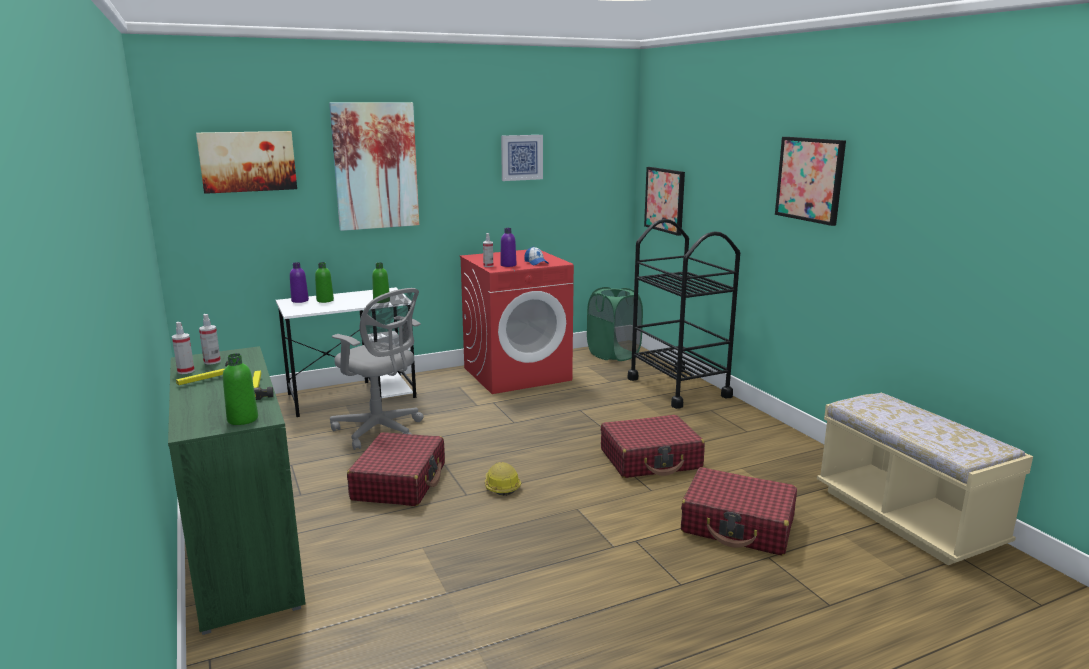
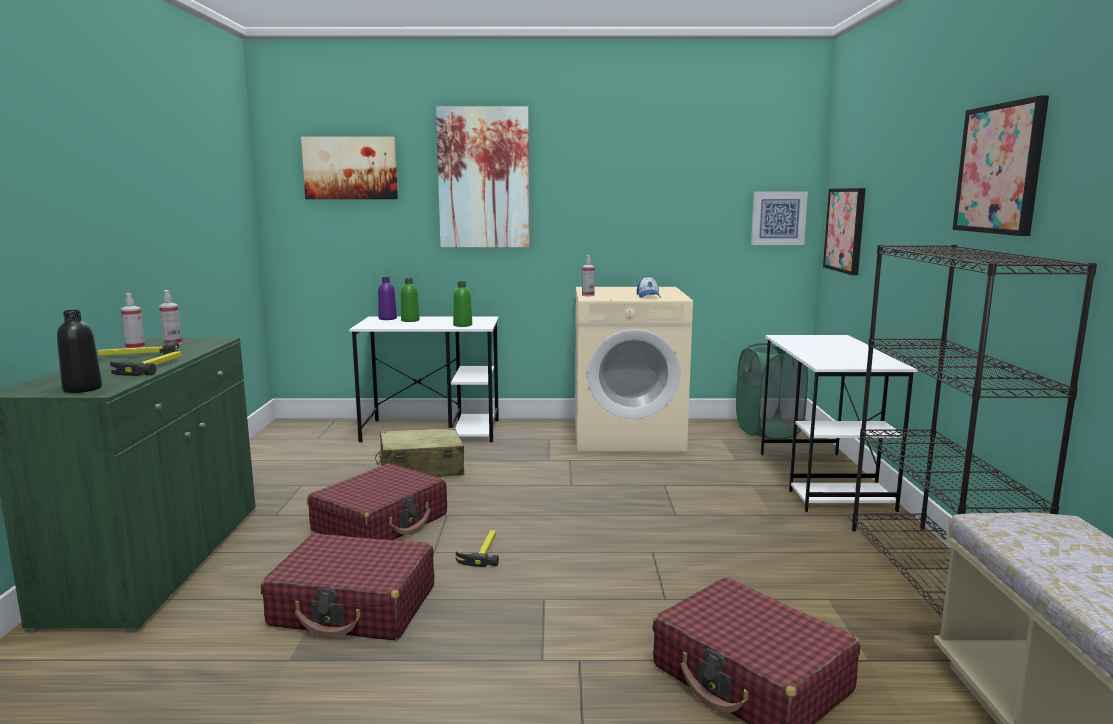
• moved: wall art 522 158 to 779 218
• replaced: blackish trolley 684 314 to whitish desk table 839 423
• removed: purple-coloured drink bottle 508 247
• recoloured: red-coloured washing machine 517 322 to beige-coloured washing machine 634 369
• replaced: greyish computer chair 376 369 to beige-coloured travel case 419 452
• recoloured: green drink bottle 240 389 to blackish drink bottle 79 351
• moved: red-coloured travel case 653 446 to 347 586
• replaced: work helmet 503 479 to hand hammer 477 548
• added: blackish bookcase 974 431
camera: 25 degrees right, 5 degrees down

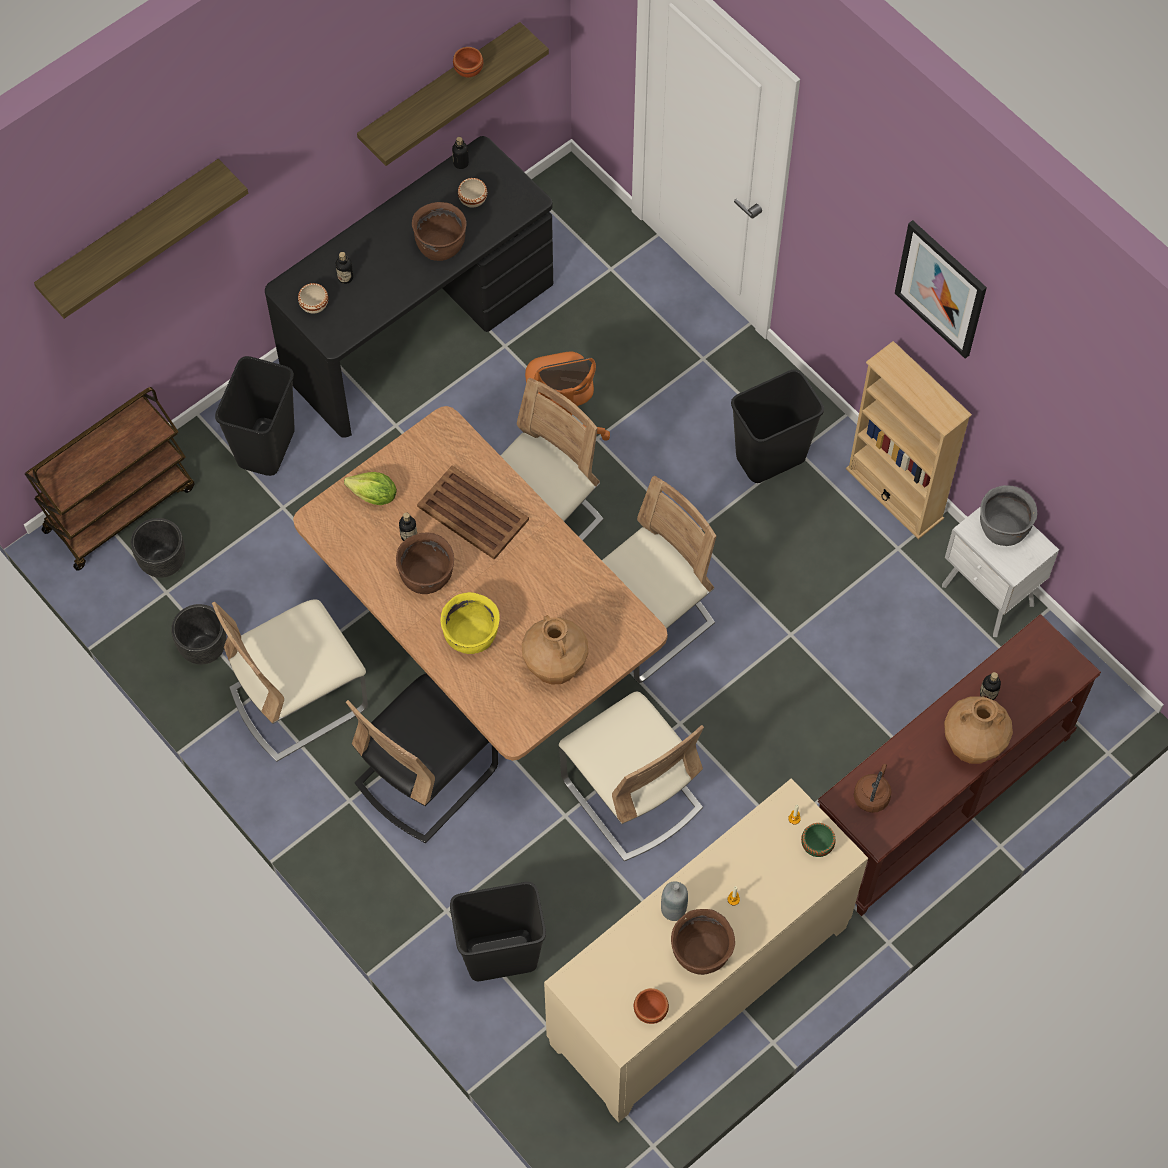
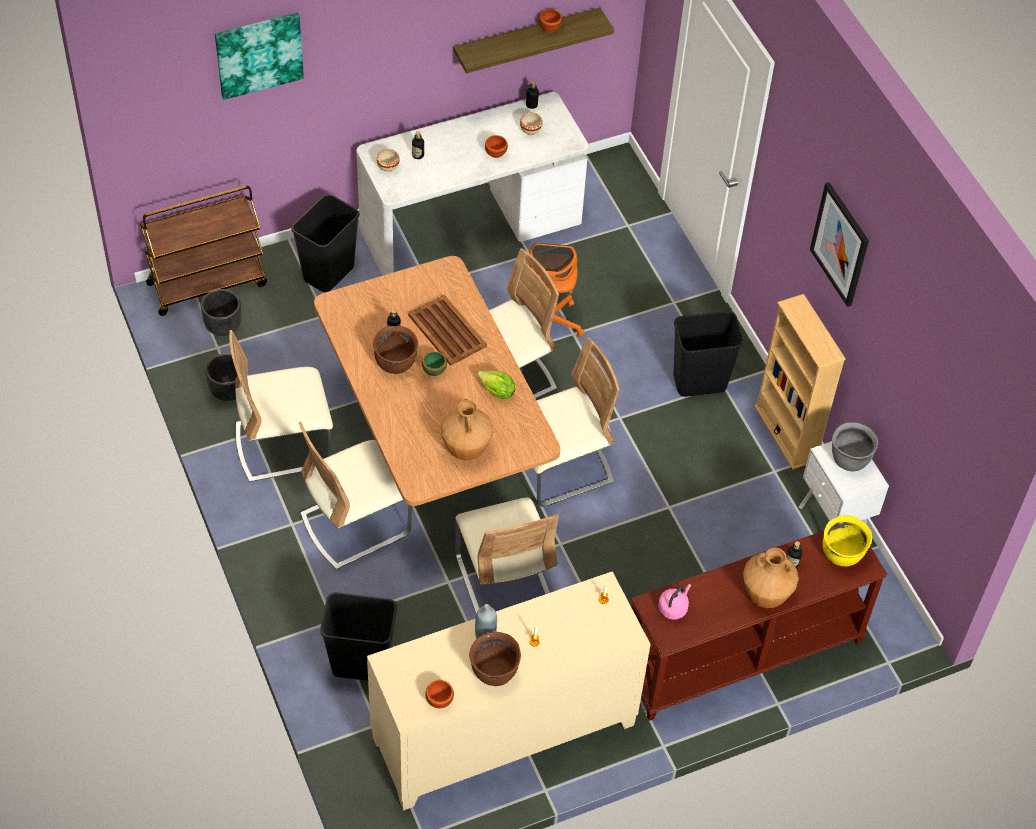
• recoloured: blackish desk table 409 286 to whitish desk table 472 184
• replaced: shelf 141 239 to wall art 259 56
• replaced: brown saucepot 439 231 to brown deep dish 496 146
• moved: lettuce 370 488 to 496 385
• moved: yellow-coloured saucepot 470 623 to 847 541
• recoloured: blackish chair 422 758 to beige-coloured chair 355 495
• recoloured: brown kettle 873 788 to pink kettle 674 602
• moved: green deep dish 818 840 to 434 363
camera: 15 degrees right, 10 degrees down

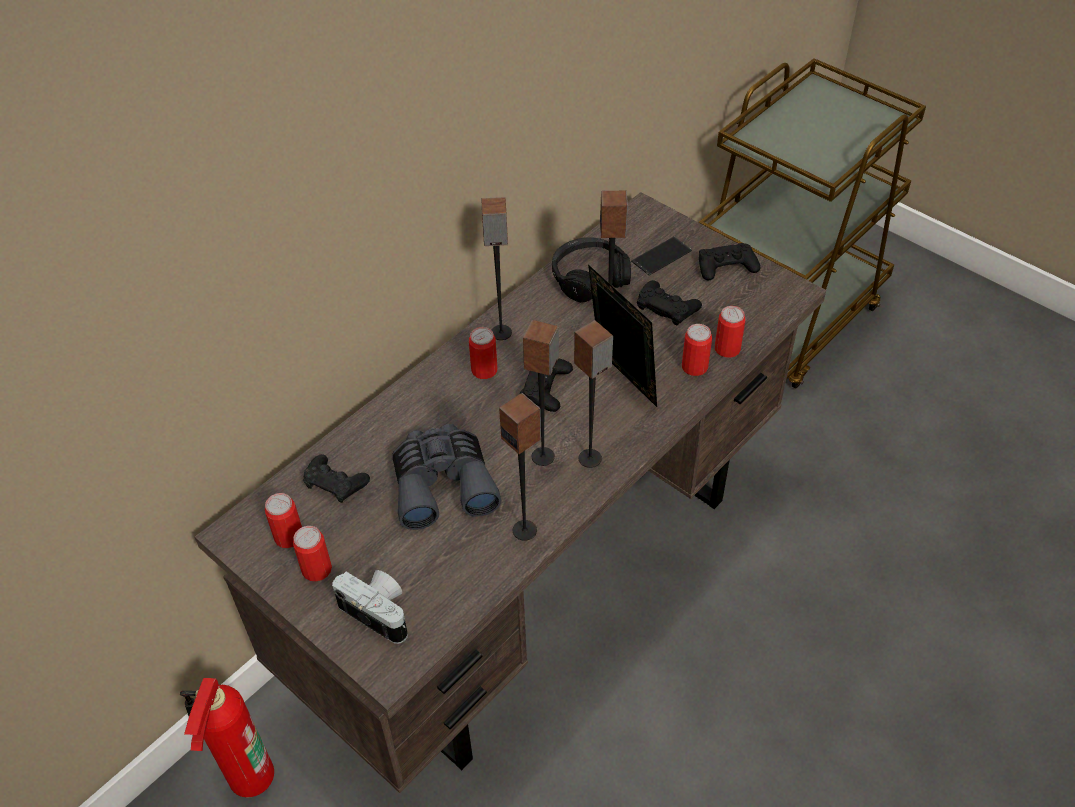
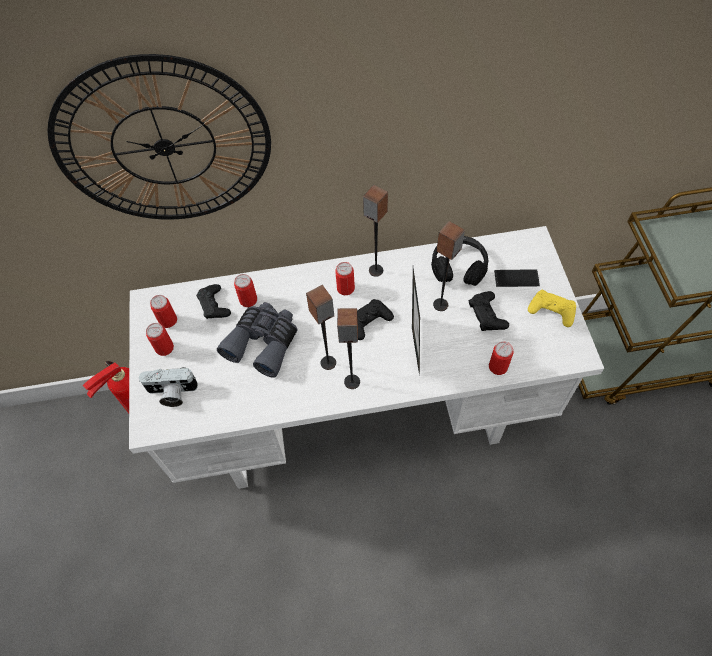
• recoloured: brown desk table 510 492 to whitish desk table 366 357
• recoloured: blackish game controller 729 261 to yellow-coloured game controller 552 308
• moved: can 697 350 to 245 290
• removed: loudspeaker 520 467
• turned: photo camera 370 607 = 168 387 105 degrees clockwise
• added: clock on the wall 159 137
camera: 40 degrees right, 10 degrees up

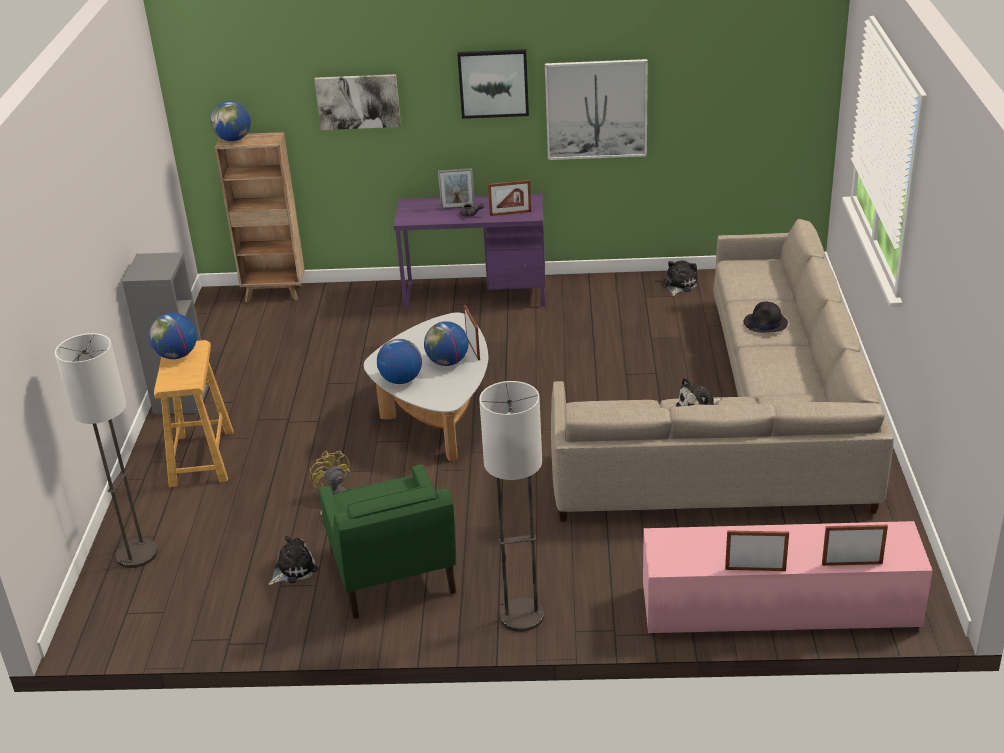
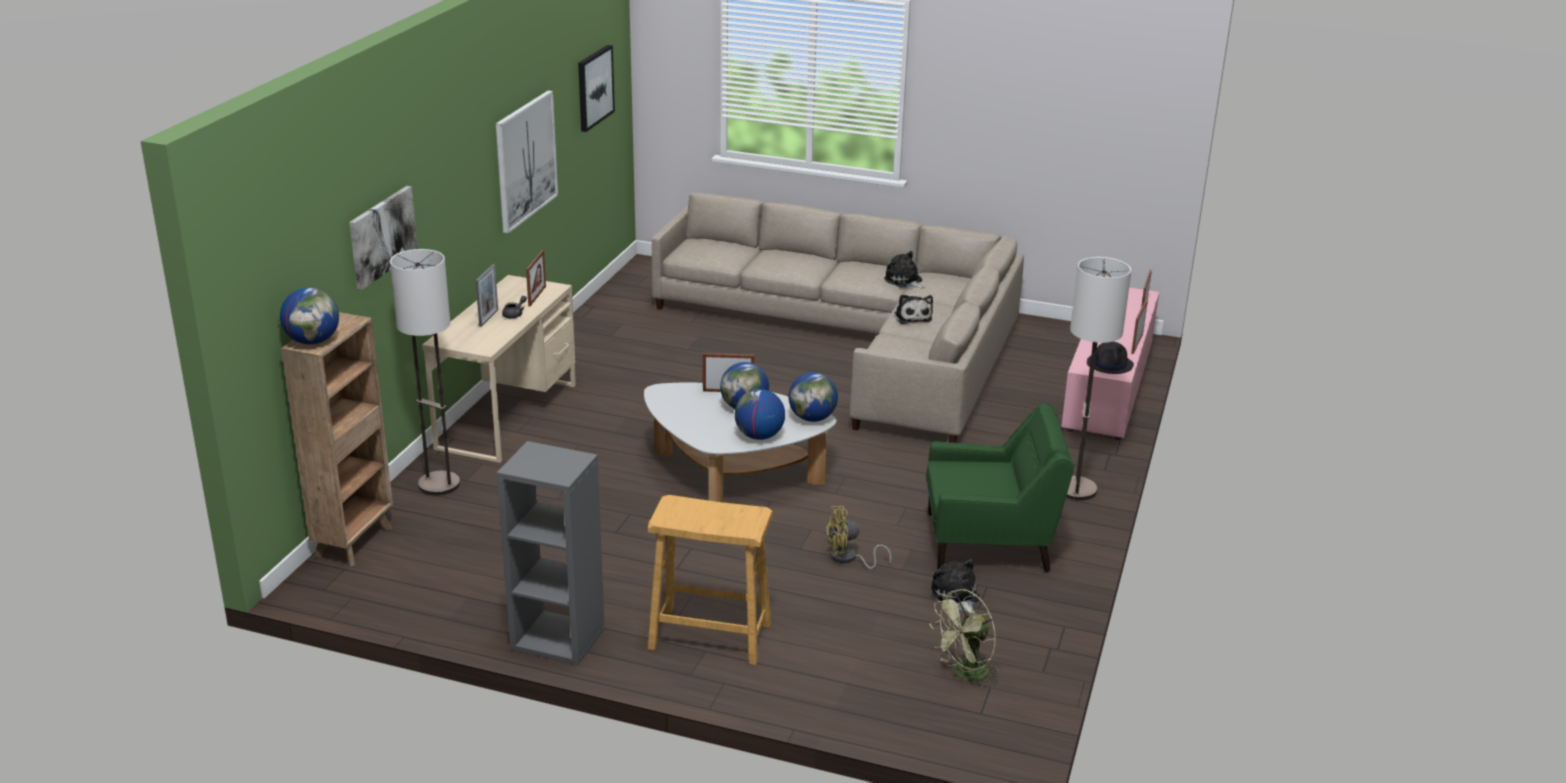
• moved: wall art 493 84 to 596 88
• recoloured: purple-coloured desk table 470 252 to beige-coloured desk table 499 369
• moved: cuddly toy 681 278 to 904 270
• moved: blackish hat 766 317 to 1110 358
• moved: world globe 173 336 to 813 397
• moved: floor lamp 106 450 to 425 372
• added: green electric fan 965 638
camera: 75 degrees left, 5 degrees down

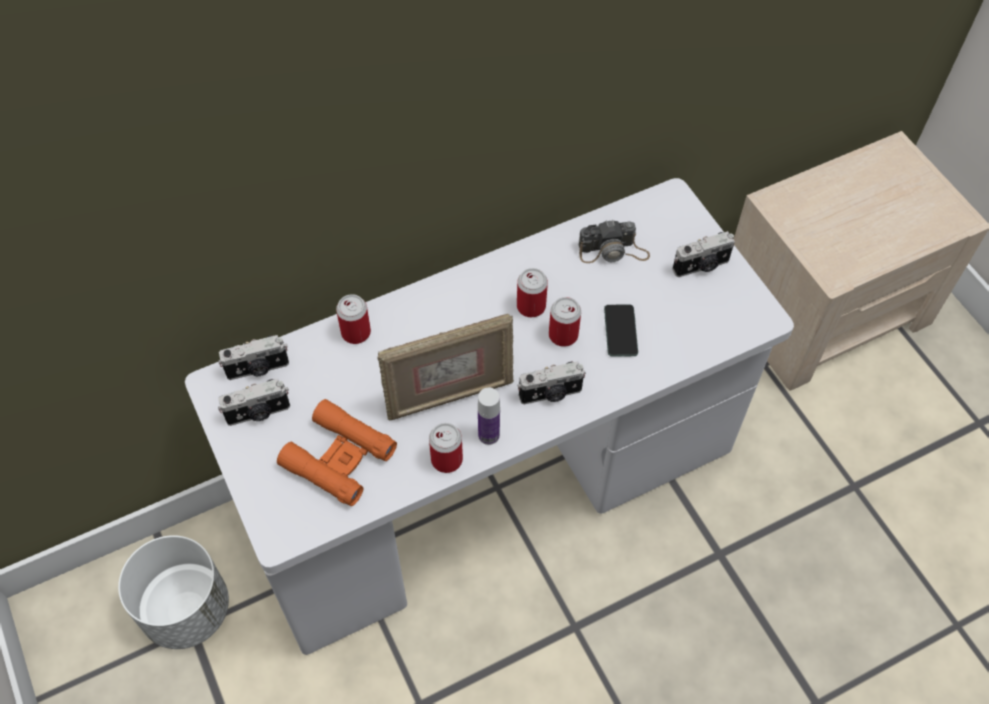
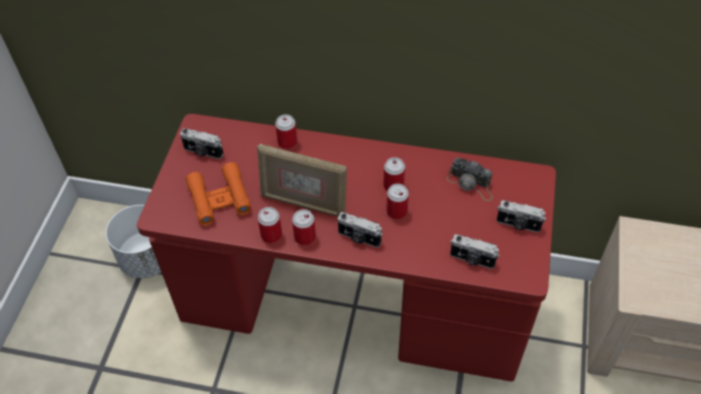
• recoloured: whitish desk table 489 416 to red-coloured desk table 346 247
• removed: phone 621 330
• moved: photo camera 253 357 to 475 251
• replaced: drink bottle 489 416 to can 304 227
camera: 40 degrees right, 5 degrees down

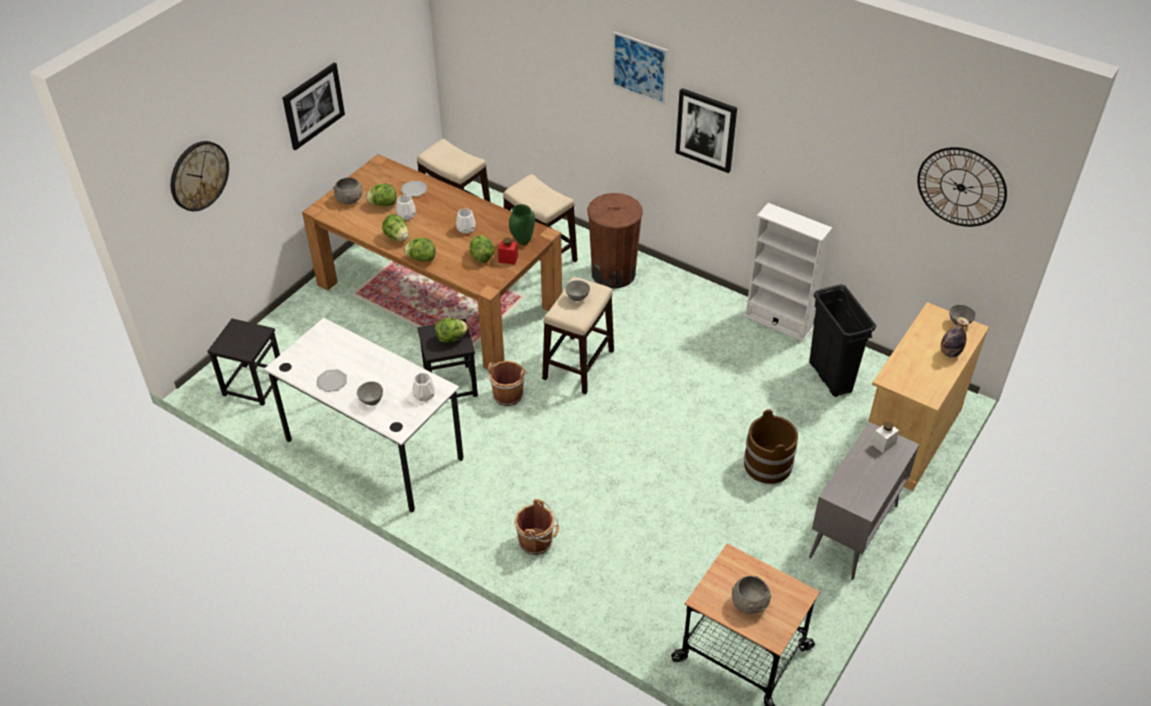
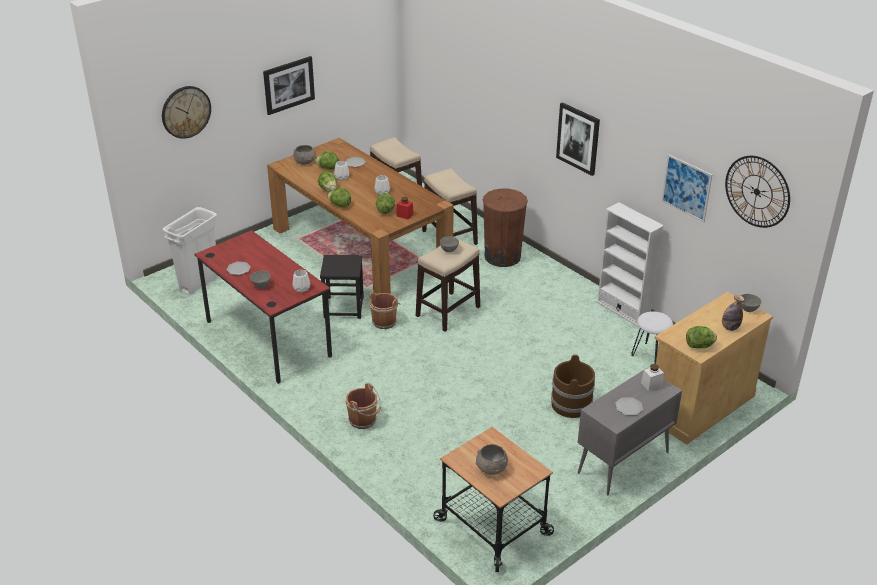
• moved: wall art 640 68 to 686 188
• removed: green decorative vase 522 224
• replaced: blackish rubbish bin 843 340 to whitish sitting stool 652 337
• replaced: blackish sitting stool 243 362 to whitish rubbish bin 190 251
• recoloured: whitish desk table 364 415 to red-coloured desk table 263 307
• moved: lettuce 451 330 to 701 337
• added: dinner plate 629 406
camera: 15 degrees right, 10 degrees down

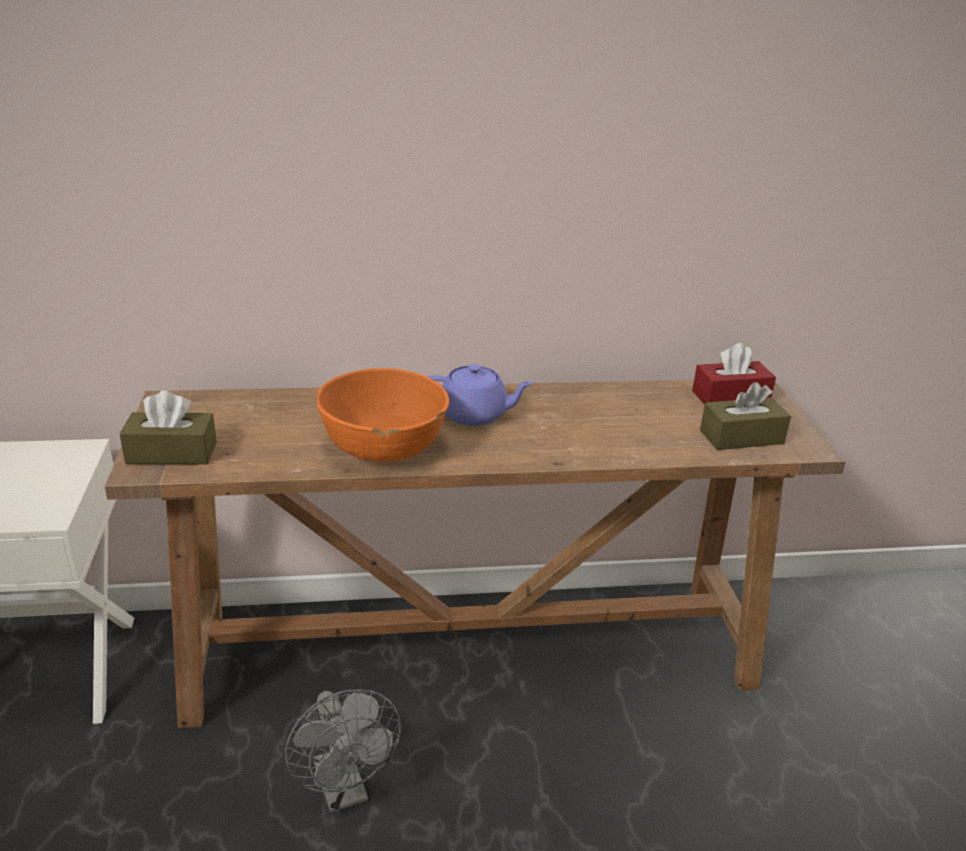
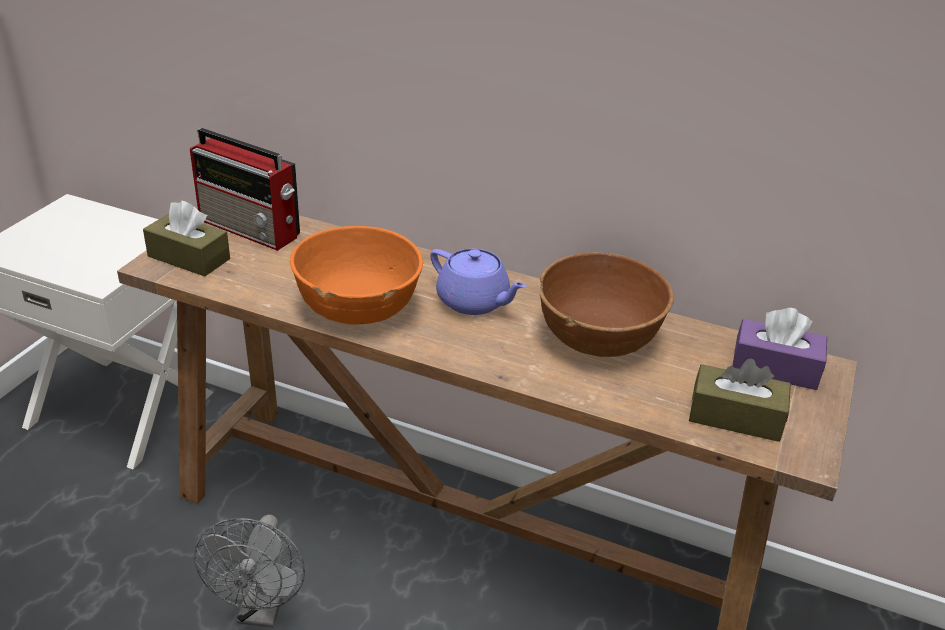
• recoloured: red-coloured box of tissues 734 374 to purple-coloured box of tissues 779 349
• added: radio receiver 245 189
• added: brown deep dish 607 304
camera: 30 degrees right, 5 degrees up

